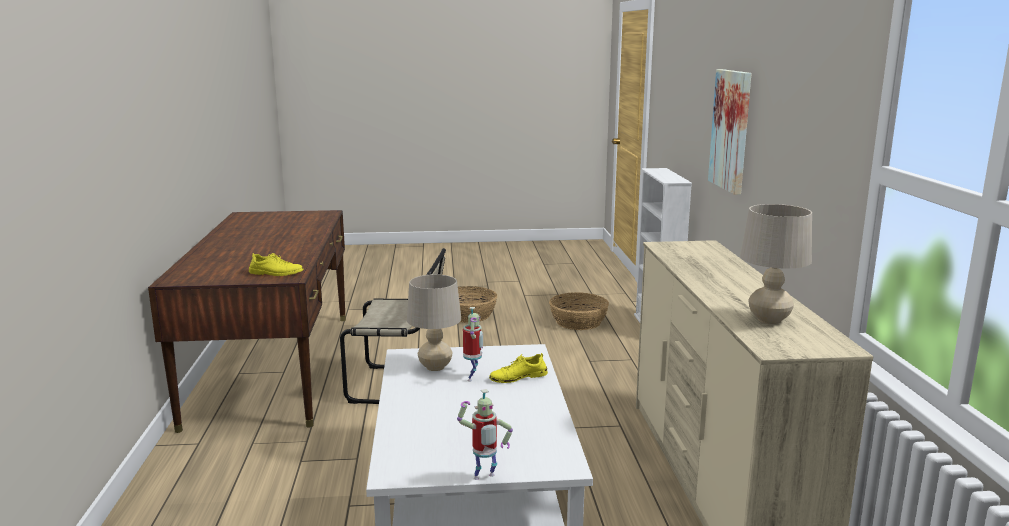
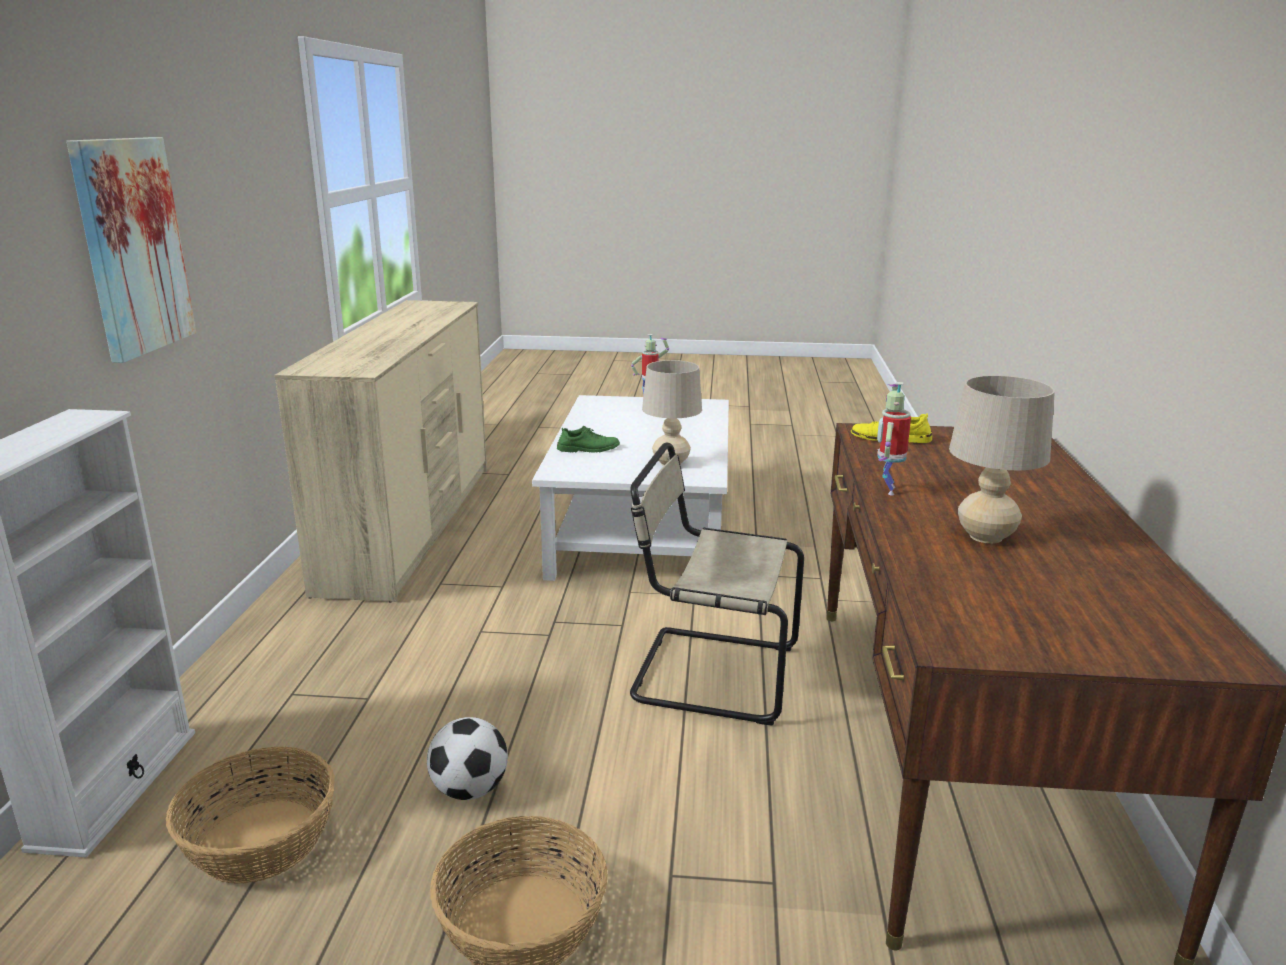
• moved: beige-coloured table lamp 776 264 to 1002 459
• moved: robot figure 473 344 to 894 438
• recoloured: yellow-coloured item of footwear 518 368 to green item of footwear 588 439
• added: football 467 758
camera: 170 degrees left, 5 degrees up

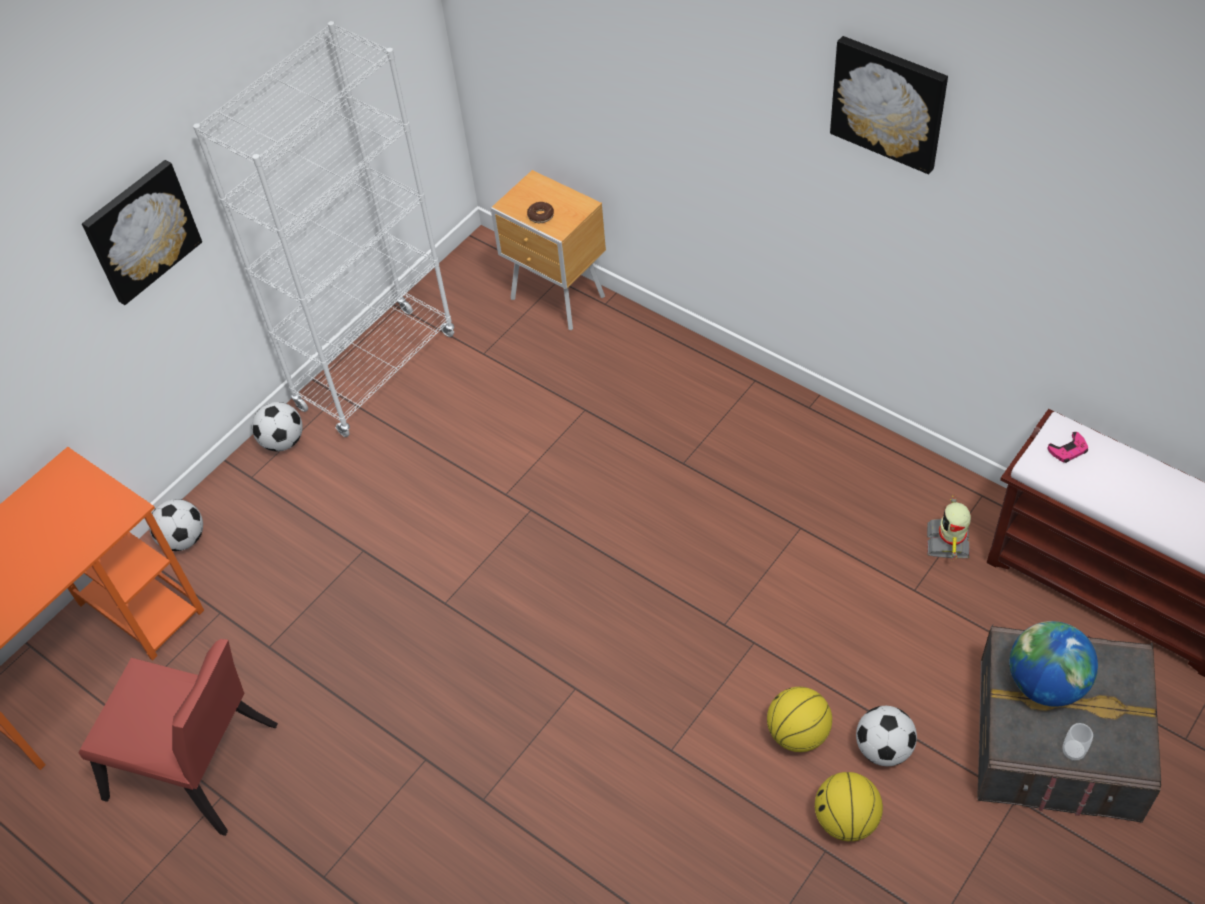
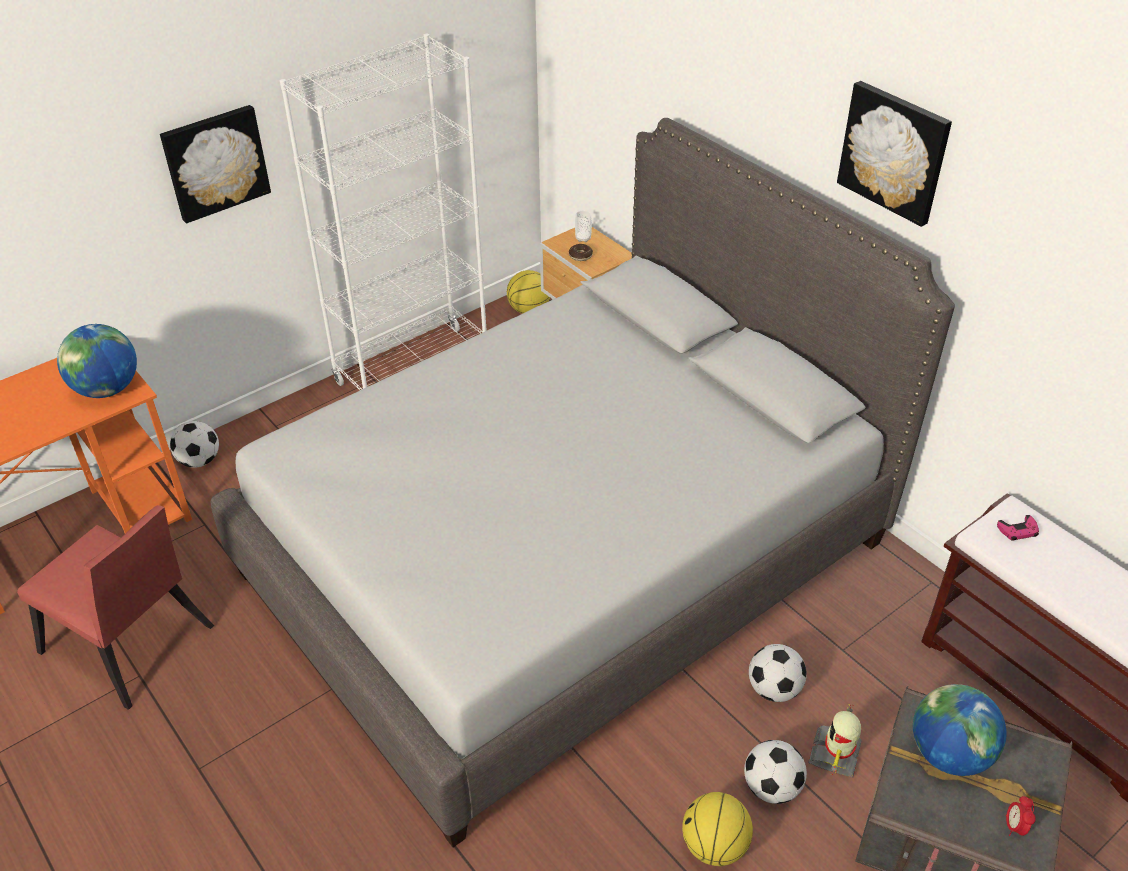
• moved: football 277 426 to 778 673
• moved: robot figure 949 526 to 835 740
• moved: ball for basketball 799 719 to 528 292
• moved: cup 1078 742 to 583 226
• added: greyish sleeping bed 582 482
• added: world globe 97 361
• added: bedside clock 1021 816
camera: 10 degrees right, 10 degrees down

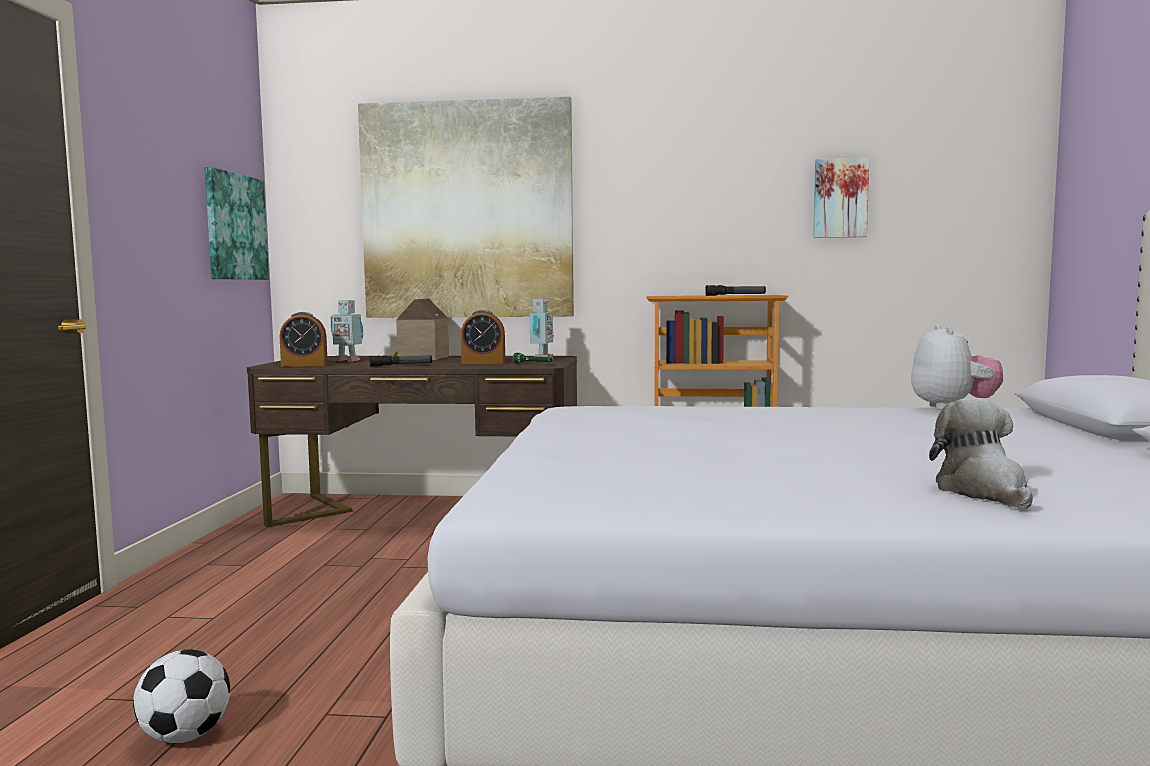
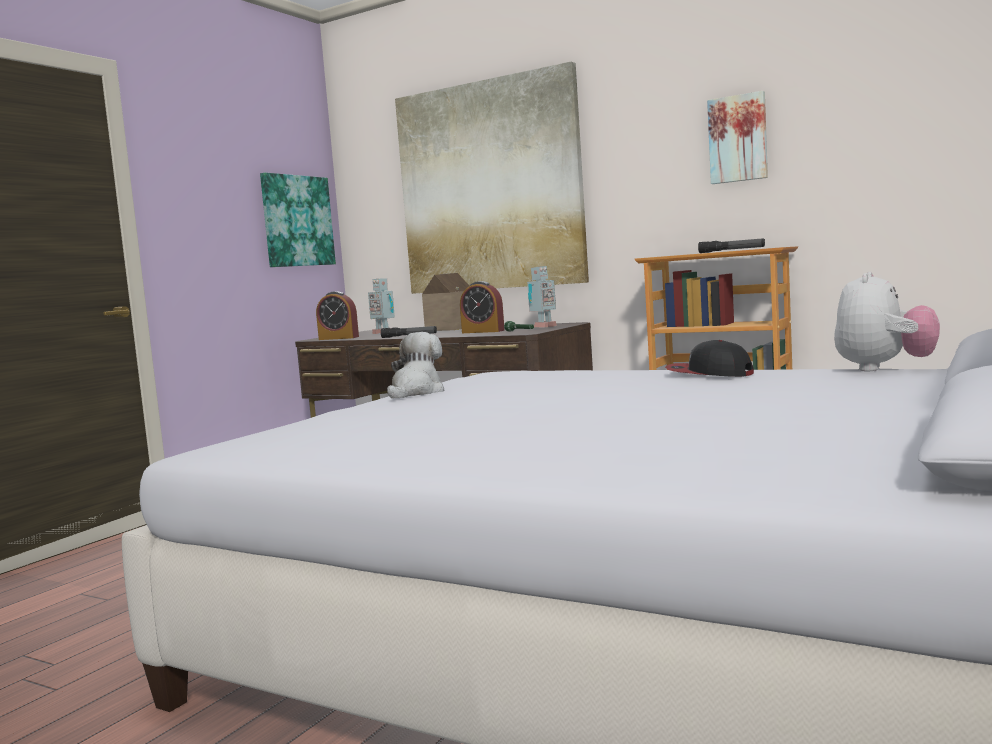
• moved: wall art 841 198 to 737 137
• moved: cuddly toy 981 453 to 415 365
• removed: football 181 696
• added: peaked cap 709 358
camera: 25 degrees right, 0 degrees up

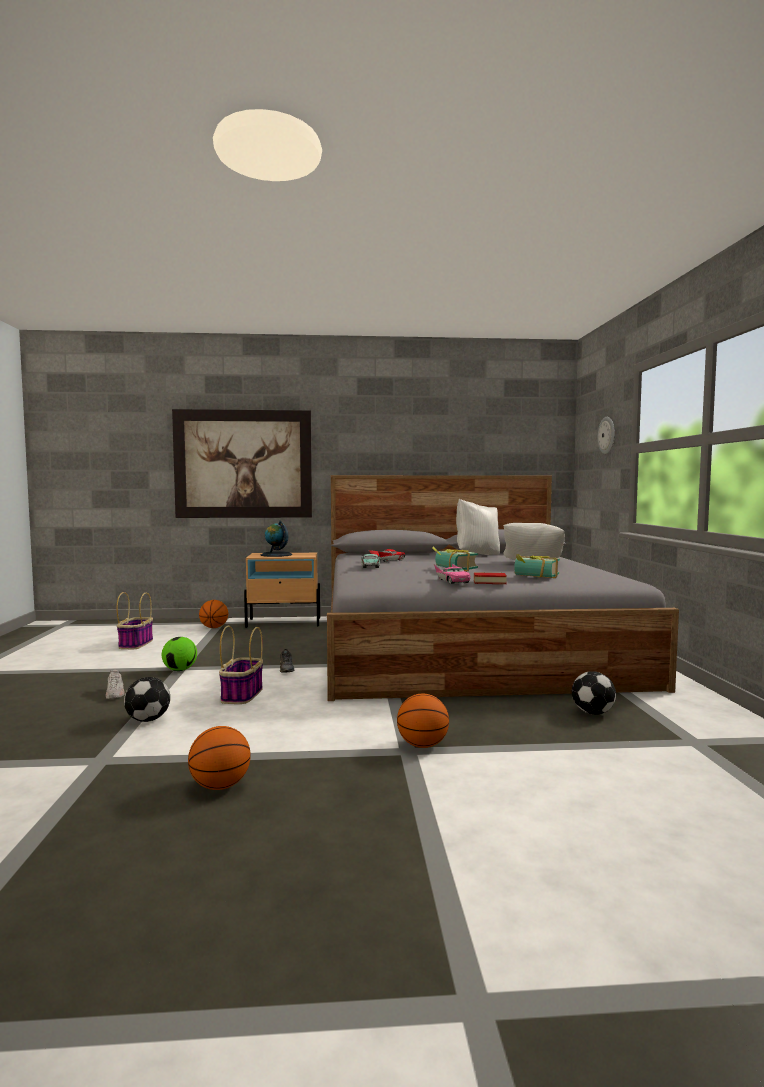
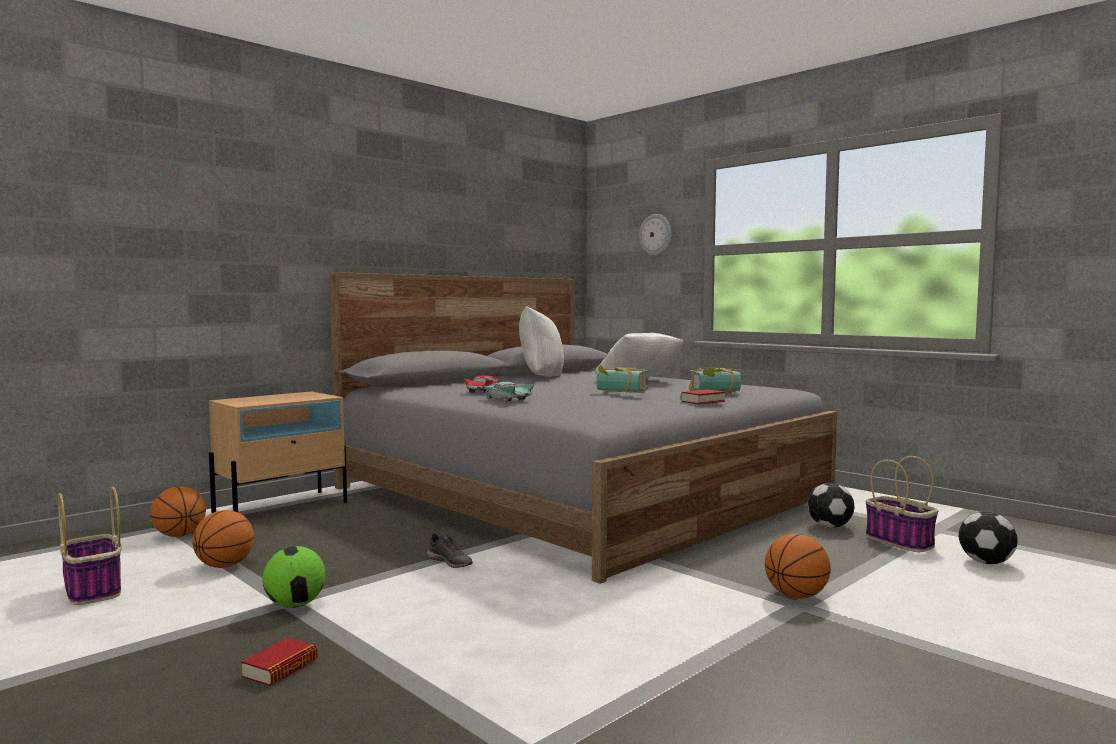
• removed: wall art 242 463
• removed: world globe 276 539
• removed: pink model car 452 574
• moved: household basket 241 665 to 902 504
• replaced: whitish item of footwear 115 684 to bound book 279 661
• moved: football 147 699 to 988 538
• moved: ball for basketball 219 758 to 223 539
camera: 40 degrees left, 0 degrees up

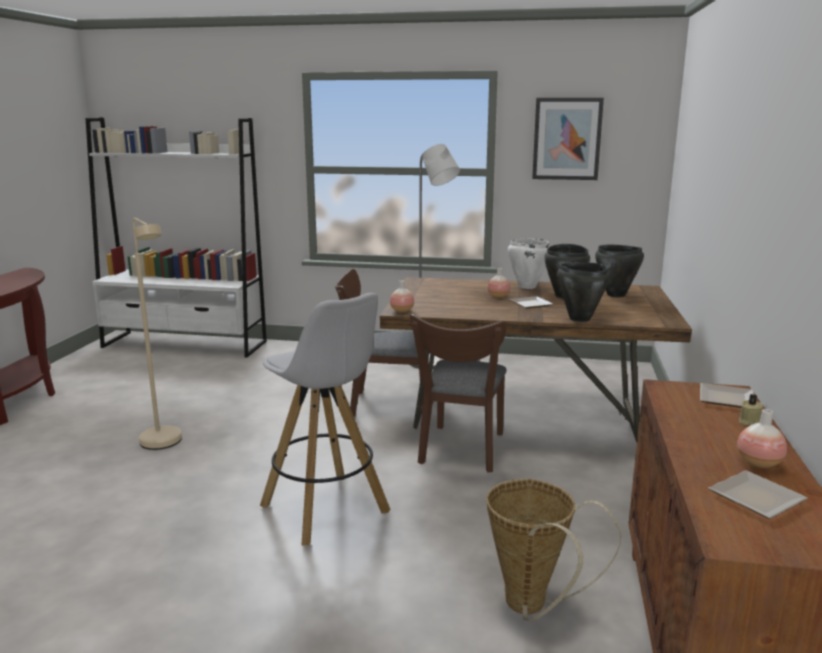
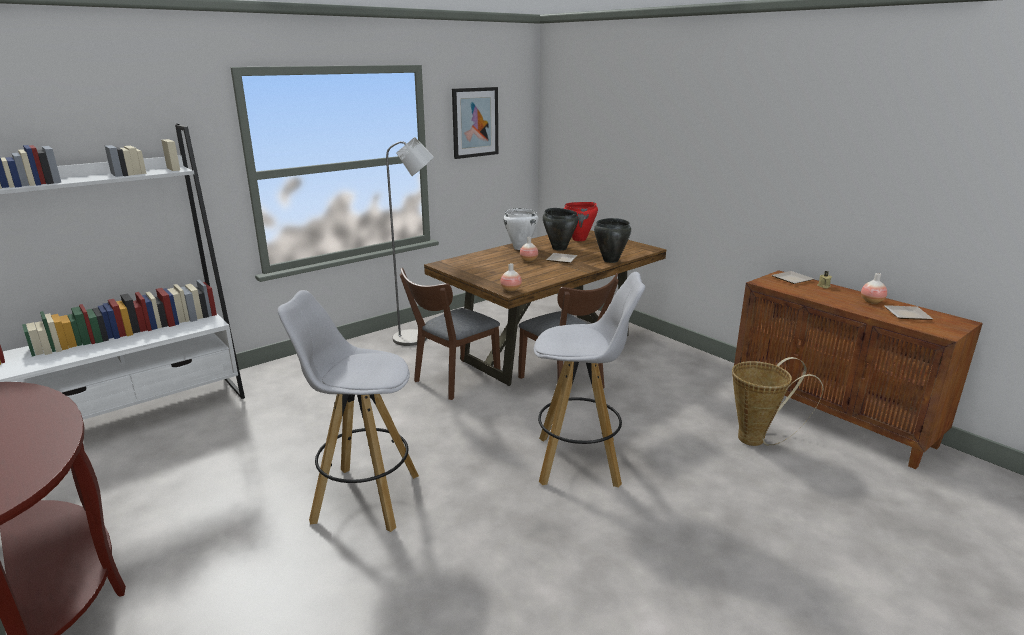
• replaced: beige-coloured floor lamp 157 334 to whitish sitting stool 348 411
• recoloured: blackish saucepot 619 271 to red-coloured saucepot 581 221
camera: 50 degrees left, 5 degrees up

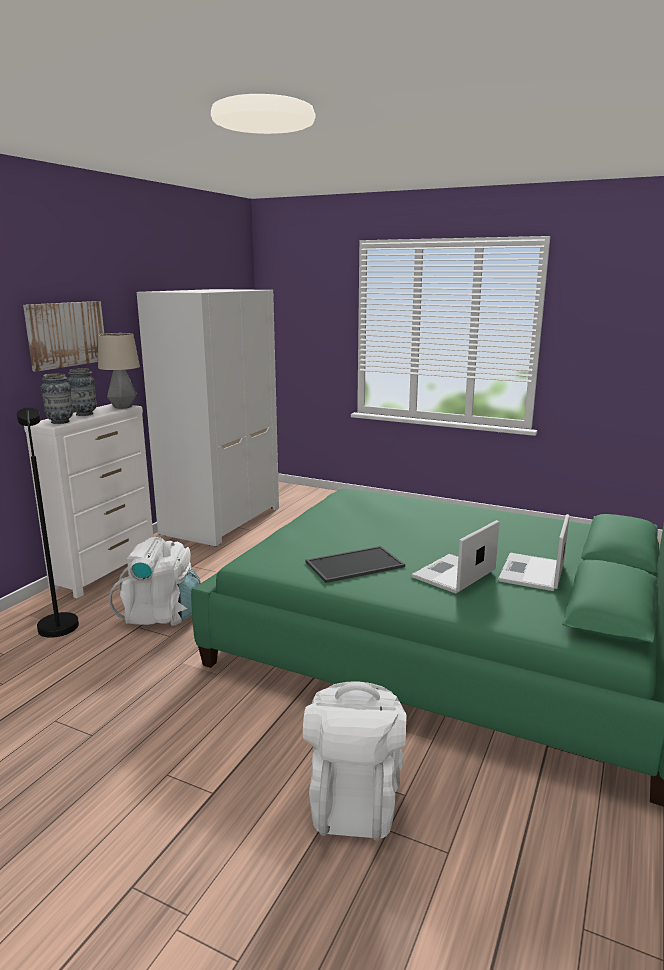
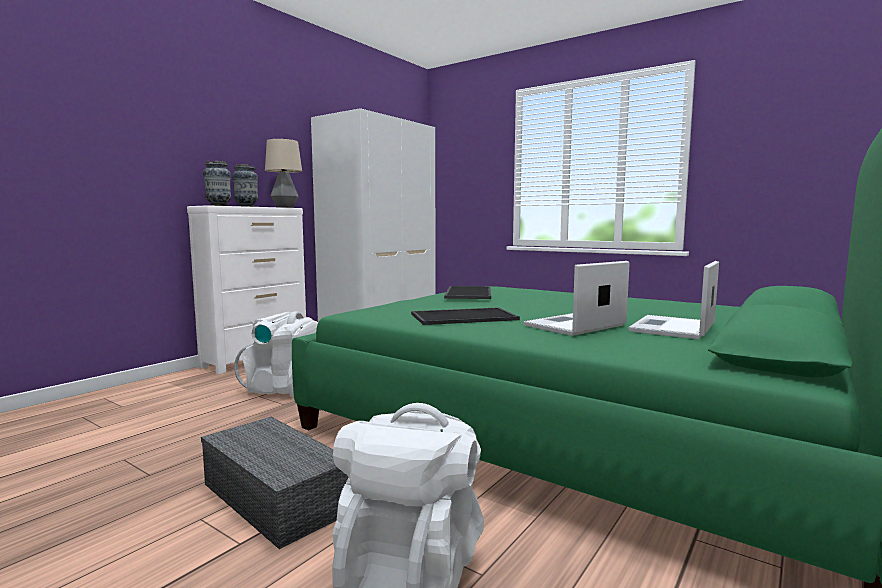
• removed: wall art 63 336
• removed: blackish floor lamp 48 523
• added: carrying tray 467 292
• added: greyish storage container 275 483
camera: 10 degrees right, 10 degrees down

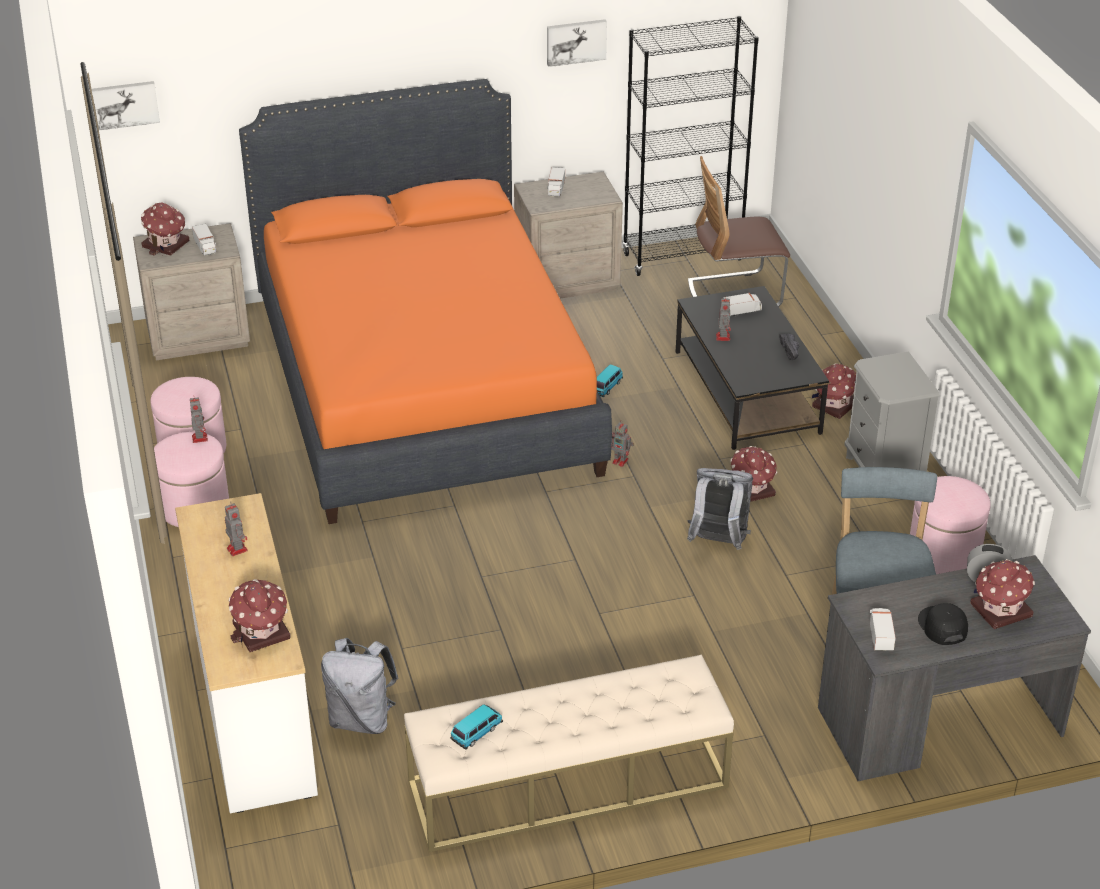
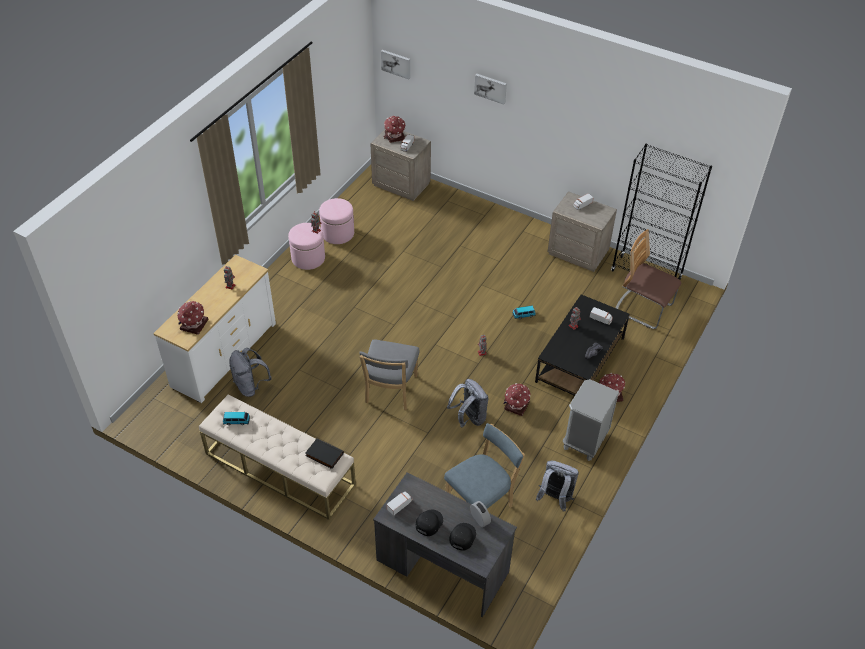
• moved: wall art 577 43 to 490 89
• removed: orange-coloured sleeping bed 425 301
• replaced: pink pouffe 950 525 to greyish rucksack 557 486
• replaced: miniature house 1002 594 to blackish peaked cap 462 537
• added: greyish chair 389 374
• added: blackish bound book 324 453
camera: 45 degrees right, 10 degrees up

